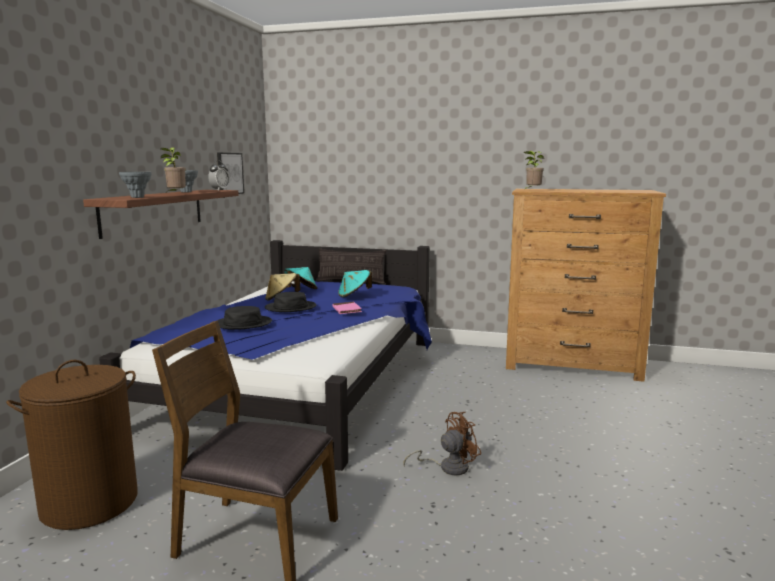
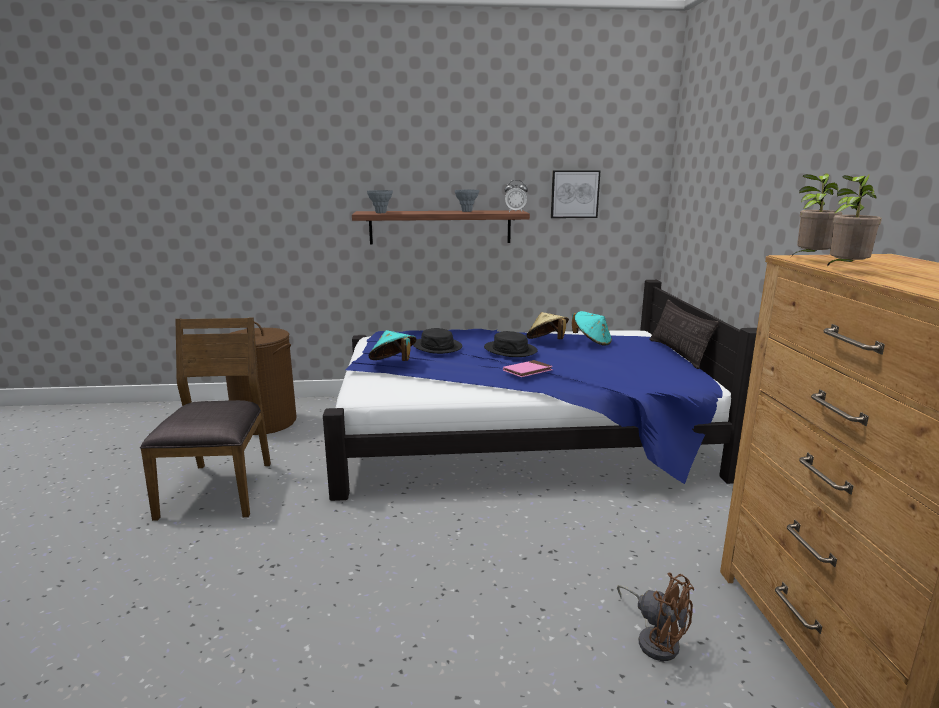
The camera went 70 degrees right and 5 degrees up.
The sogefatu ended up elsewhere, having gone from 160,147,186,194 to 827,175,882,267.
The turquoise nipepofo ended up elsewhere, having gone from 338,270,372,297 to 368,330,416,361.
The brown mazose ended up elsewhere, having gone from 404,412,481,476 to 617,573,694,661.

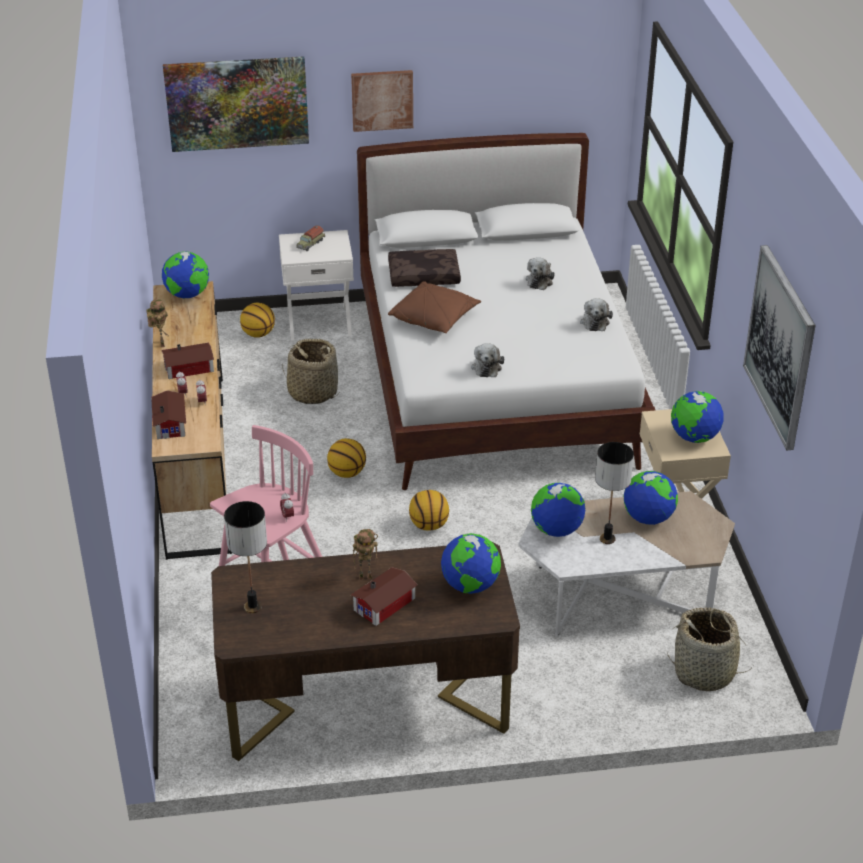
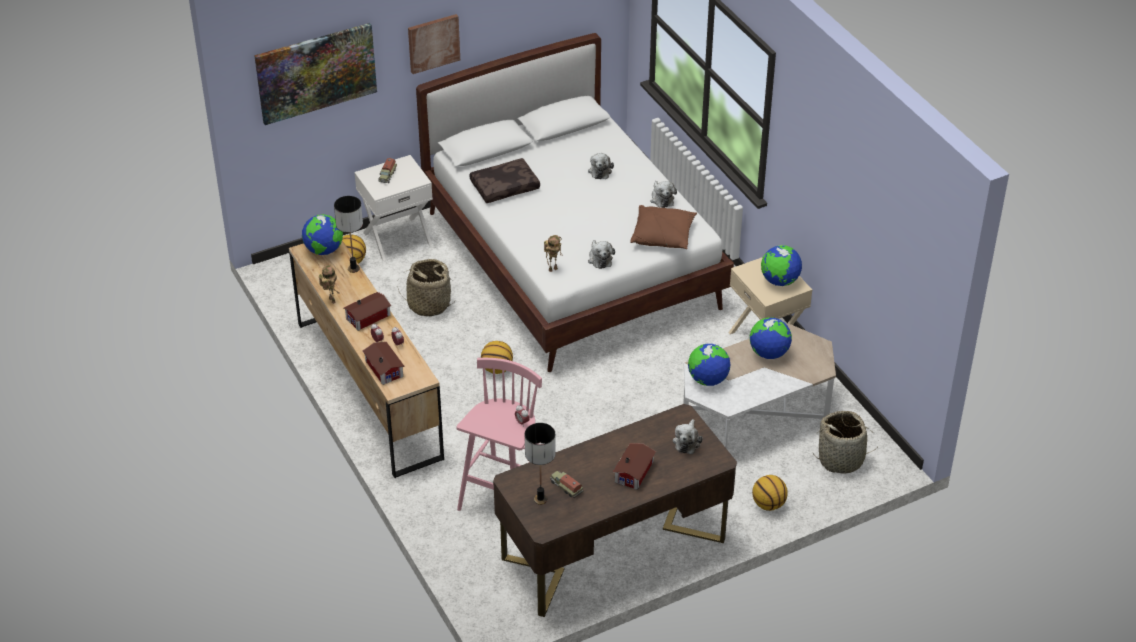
The camera went 20 degrees left and 5 degrees up.
The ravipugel ended up elsewhere, having gone from 353,529,378,580 to 544,235,562,272.
The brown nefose ended up elsewhere, having gone from 388,281,481,333 to 630,205,697,249.
The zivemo ended up elsewhere, having gone from 409,490,449,531 to 752,475,788,511.
Where the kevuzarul stood at 441,533,501,594, the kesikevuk came to stand at 673,419,703,454.
The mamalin ended up elsewhere, having gone from 595,442,634,544 to 334,196,363,273.
The second view lost the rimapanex at 743,245,816,451.
The second view gained the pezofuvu at 550,471,583,498.

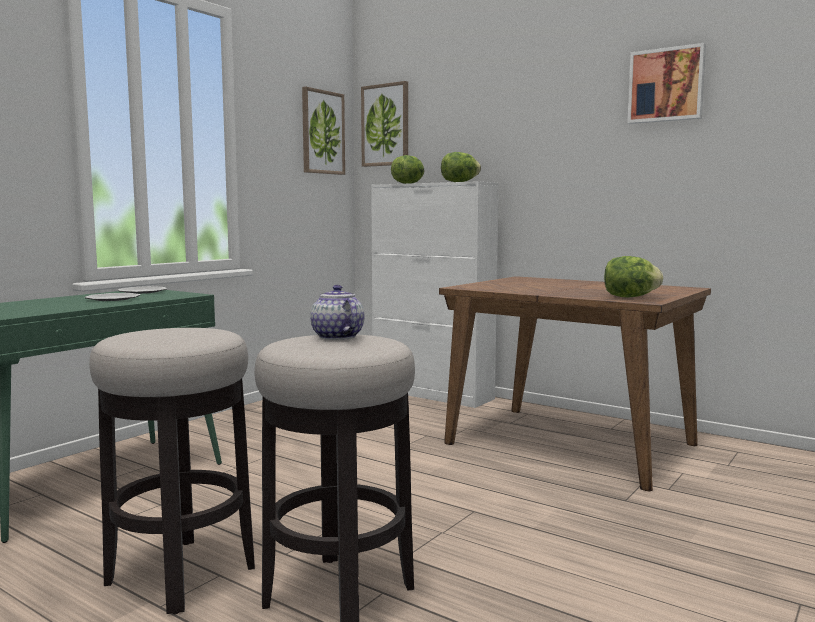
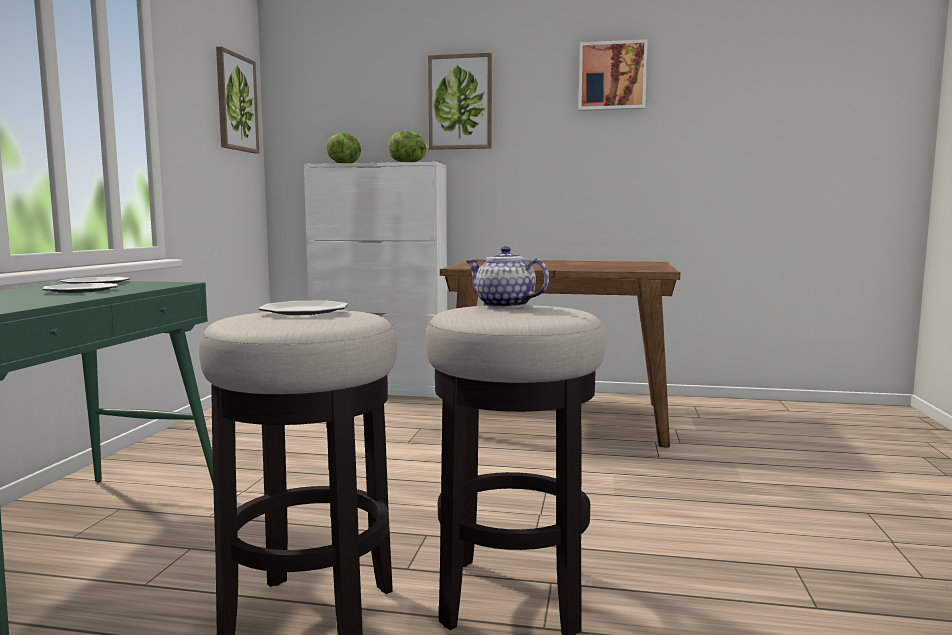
The camera went 25 degrees left and 0 degrees up.
The rimapanex ended up elsewhere, having gone from 361,81,408,167 to 428,53,492,150.
The second view lost the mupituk at 604,256,663,297.
The second view gained the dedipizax at 258,301,348,315.

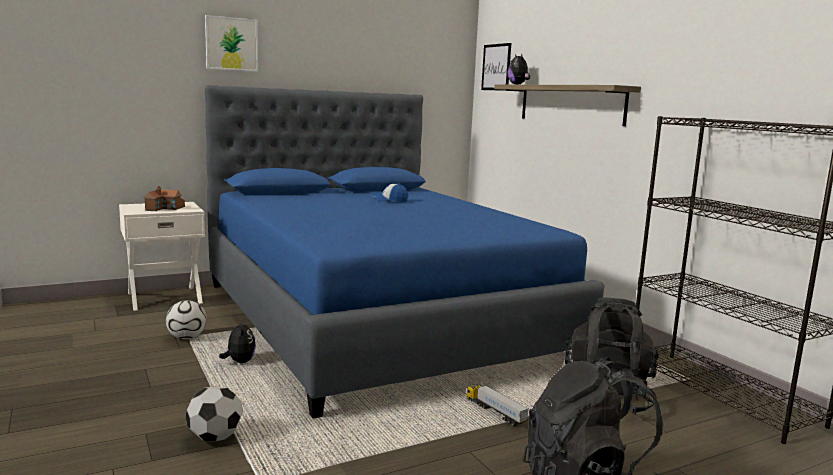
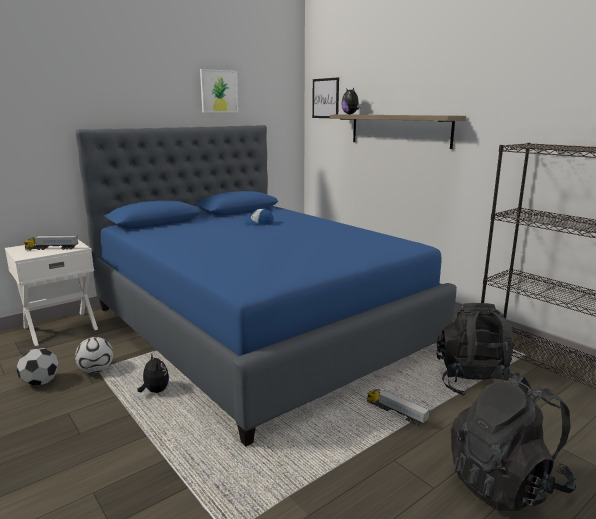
The camera went 10 degrees left and 5 degrees up.
Where the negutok stood at 143,186,185,211, the pezofuvu came to stand at 24,235,78,250.
The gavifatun ended up elsewhere, having gone from 185,387,243,441 to 16,348,59,386.
The rimapanex ended up elsewhere, having gone from 205,15,258,72 to 200,69,238,113.

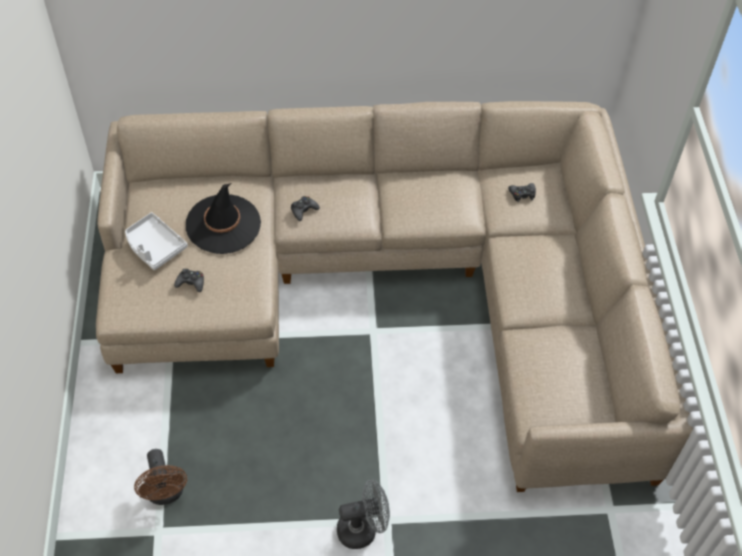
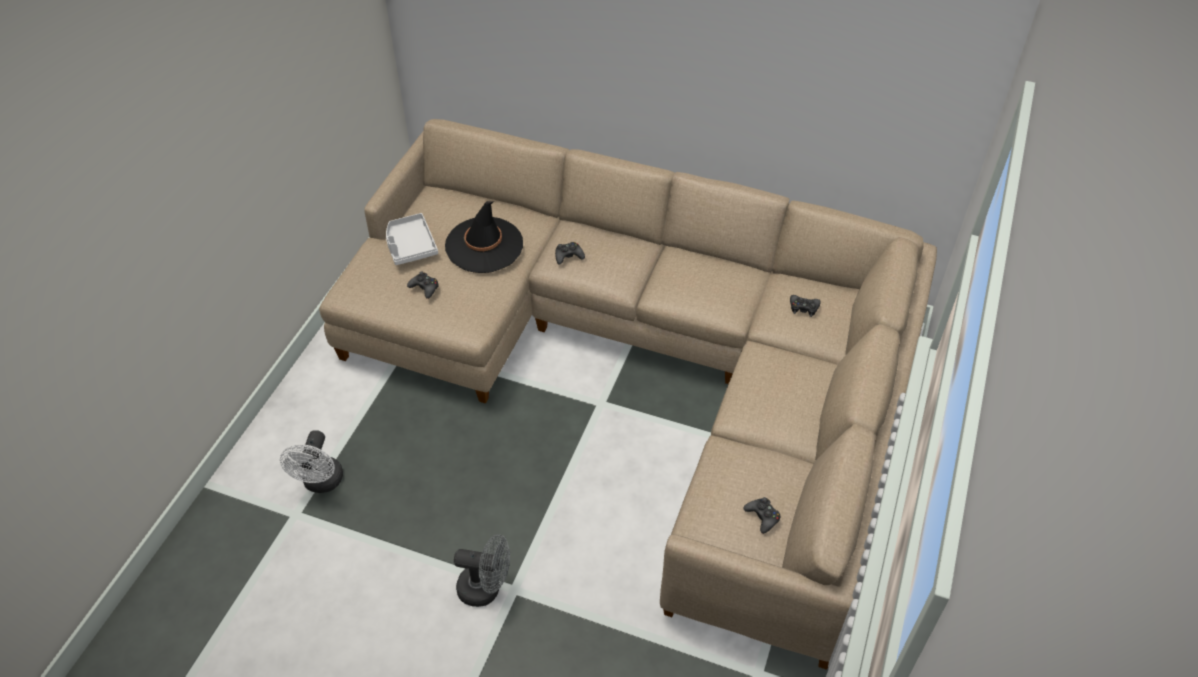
The camera went 25 degrees right and 5 degrees down.
What was the brown mazose at 134,449,187,505 turned into the white mazose at 280,430,343,493.
The second view gained the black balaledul at 743,497,780,534.

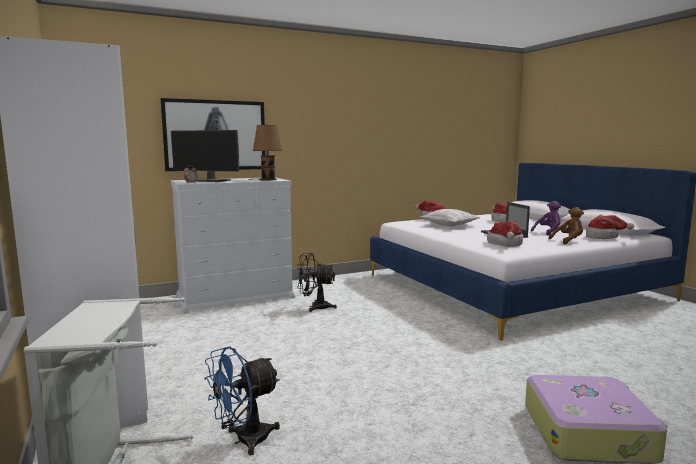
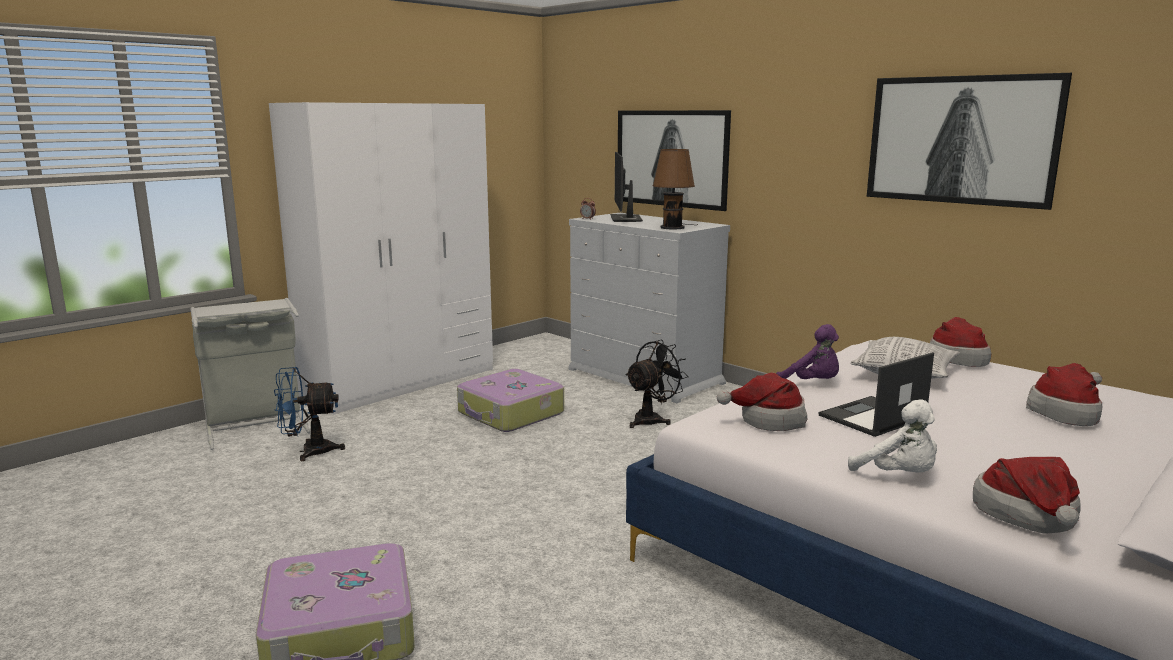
The camera went 70 degrees right and 5 degrees up.
The blue mazose at 204,346,280,455 ended up facing another way, 45 degrees counterclockwise from before.
The black mazose at 297,253,337,312 ended up facing another way, 60 degrees clockwise from before.
The purple kesikevuk ended up elsewhere, having gone from 531,201,561,235 to 776,324,839,379.
What was the brown kesikevuk at 548,207,584,245 turned into the white kesikevuk at 848,399,937,473.
The second view gained the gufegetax at 457,369,564,432.
The second view gained the rimapanex at 867,73,1072,210.

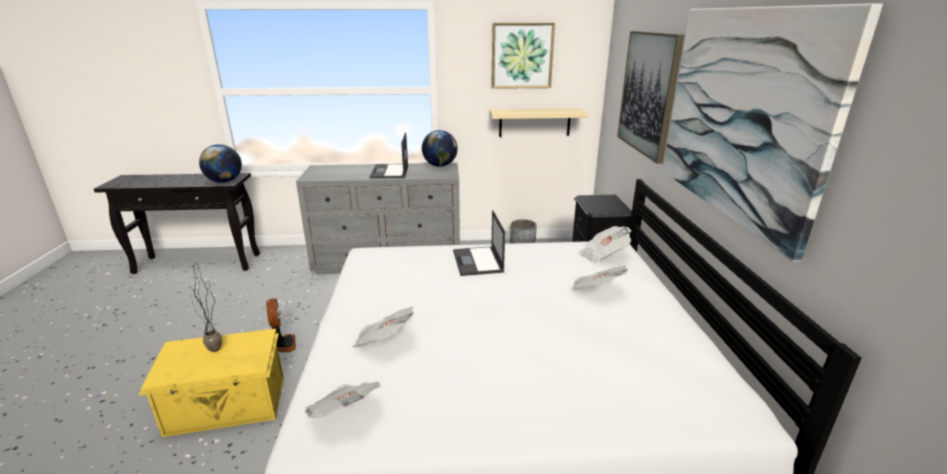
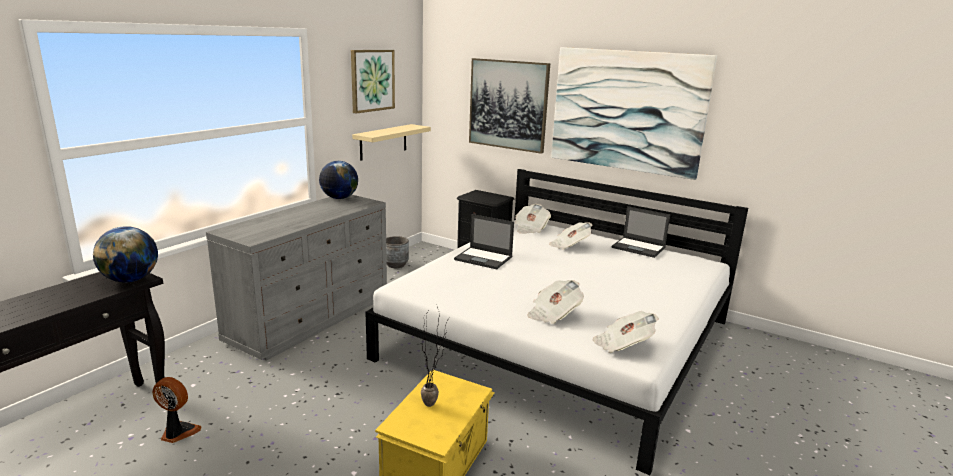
The camera went 55 degrees left and 5 degrees down.
The mazose ended up elsewhere, having gone from 266,298,296,352 to 152,377,202,443.
The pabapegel ended up elsewhere, having gone from 369,132,408,179 to 612,206,670,258.

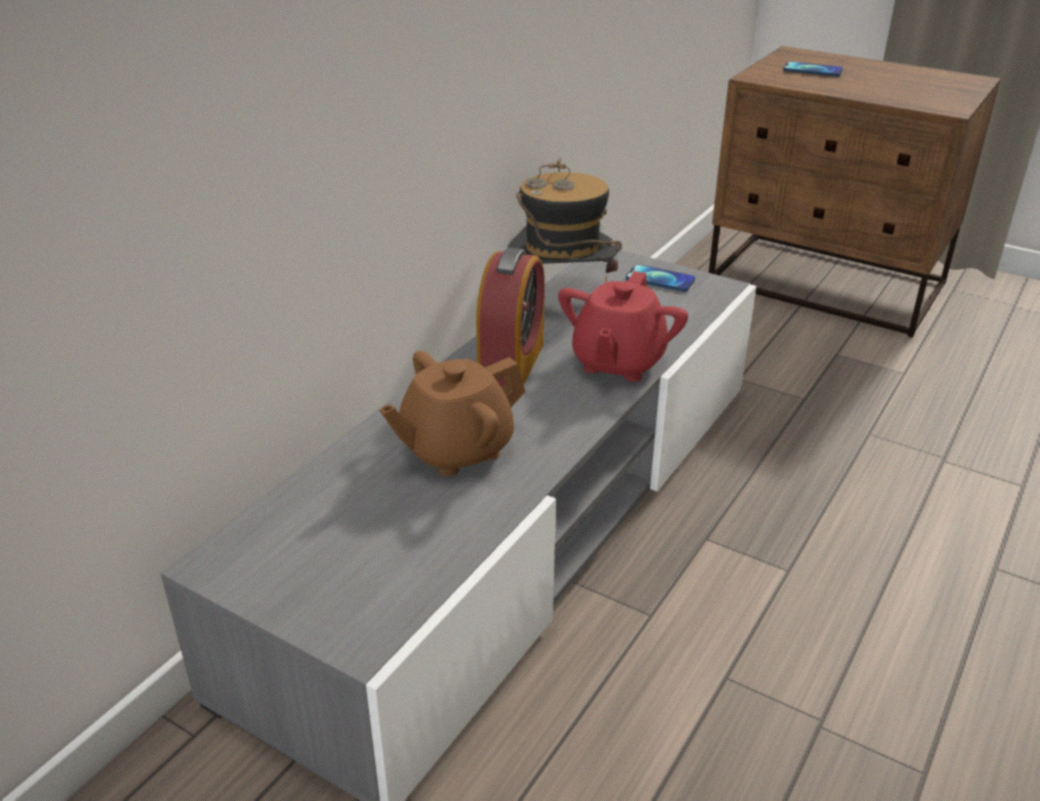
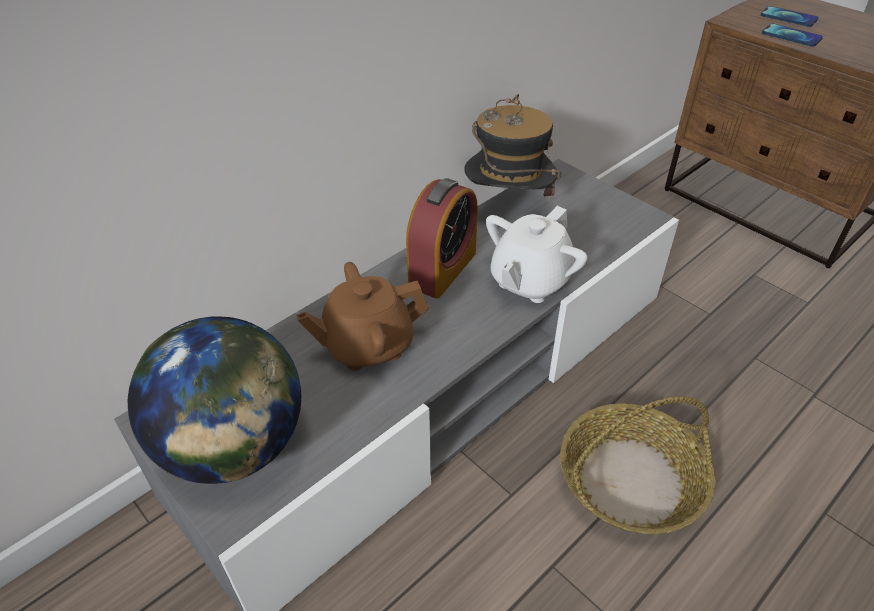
The camera went 15 degrees right and 10 degrees up.
What was the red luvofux at 558,271,688,382 turned into the white luvofux at 486,206,587,303.
The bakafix ended up elsewhere, having gone from 626,264,695,292 to 762,23,823,47.
The second view gained the kevuzarul at 128,316,301,484.
The second view gained the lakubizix at 560,396,715,534.

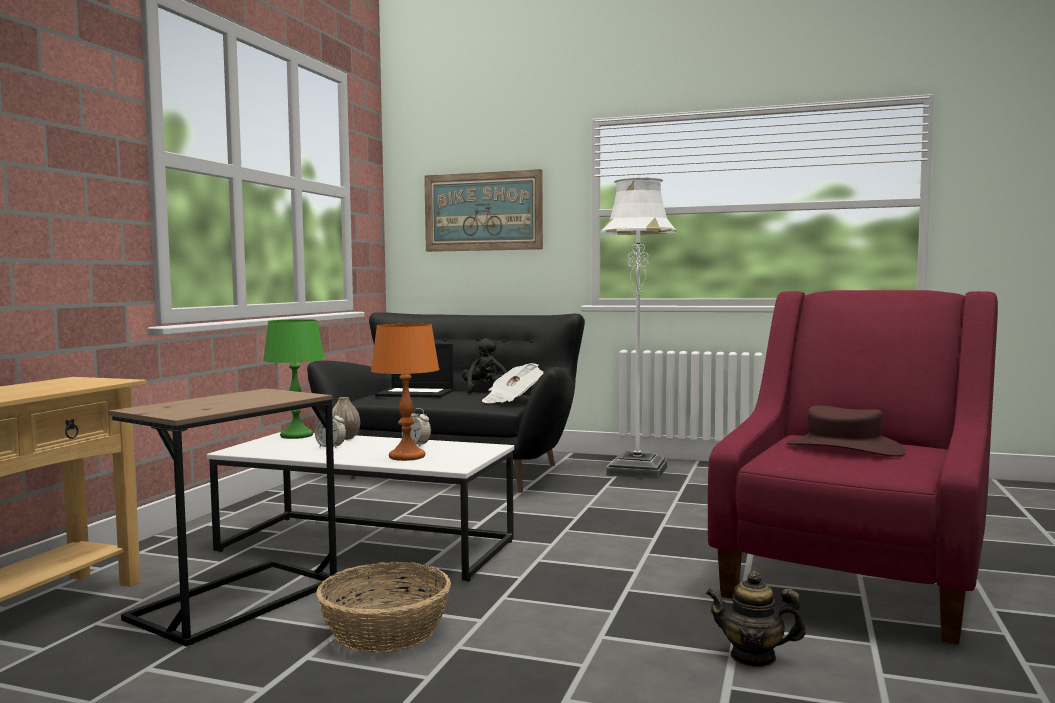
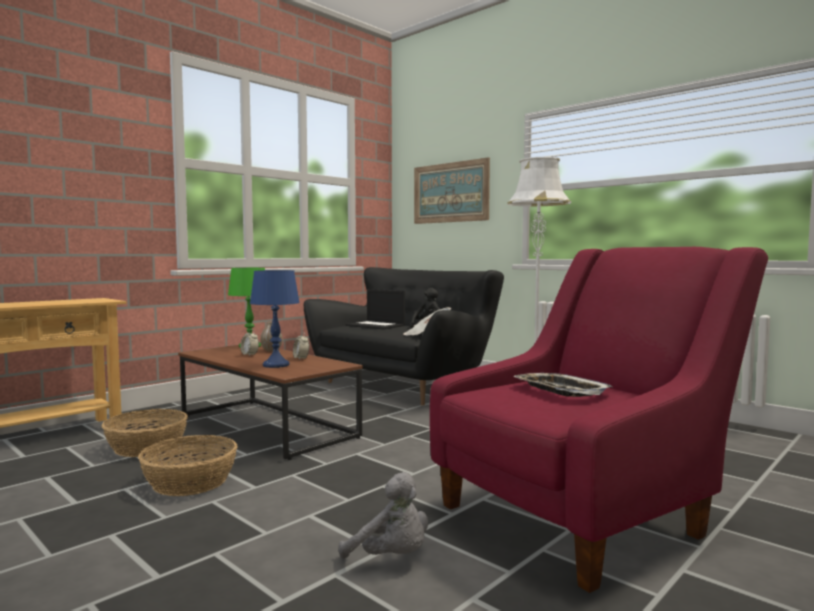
The camera went 25 degrees right and 0 degrees up.
Where the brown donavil stood at 109,388,337,647, the lakubizix came to stand at 102,409,188,457.
What was the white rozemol at 207,432,514,582 turned into the brown rozemol at 178,345,363,460.
What was the orange mamalin at 371,324,439,461 turned into the blue mamalin at 250,270,300,368.
Where the luvofux stood at 706,571,806,668, the grey kesikevuk came to stand at 338,472,428,559.
Where the brown nipepofo stood at 787,405,906,457, the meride came to stand at 514,373,612,397.

